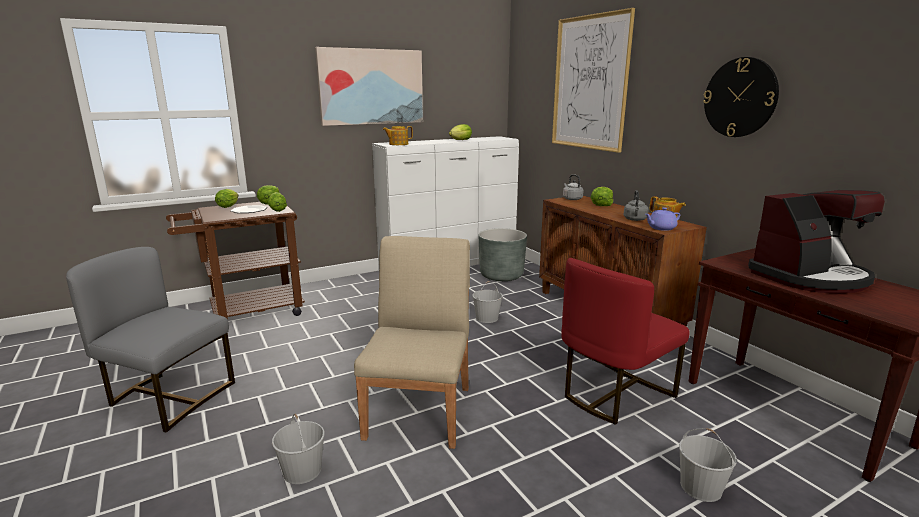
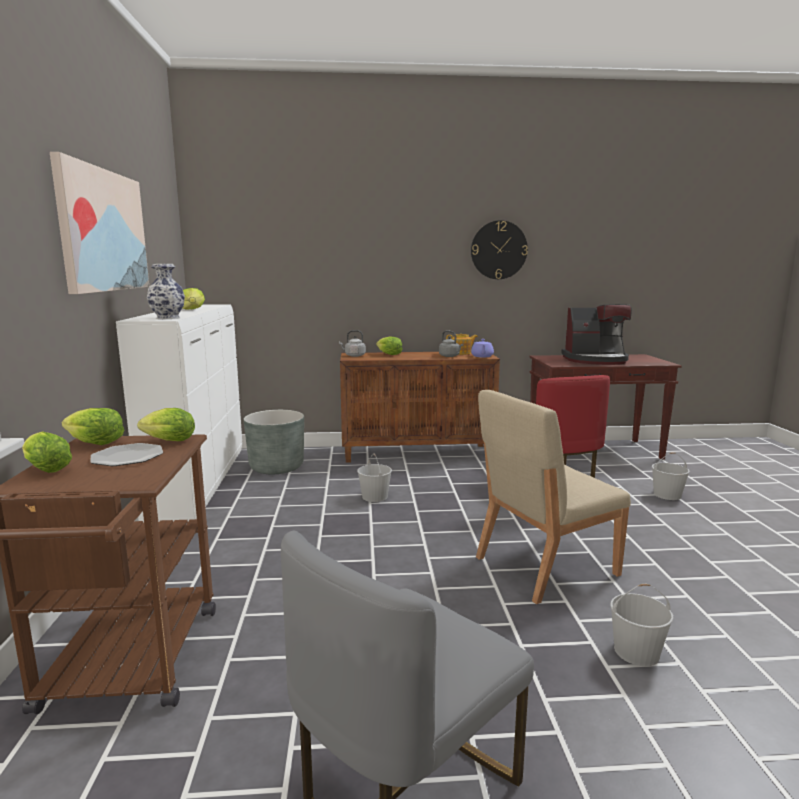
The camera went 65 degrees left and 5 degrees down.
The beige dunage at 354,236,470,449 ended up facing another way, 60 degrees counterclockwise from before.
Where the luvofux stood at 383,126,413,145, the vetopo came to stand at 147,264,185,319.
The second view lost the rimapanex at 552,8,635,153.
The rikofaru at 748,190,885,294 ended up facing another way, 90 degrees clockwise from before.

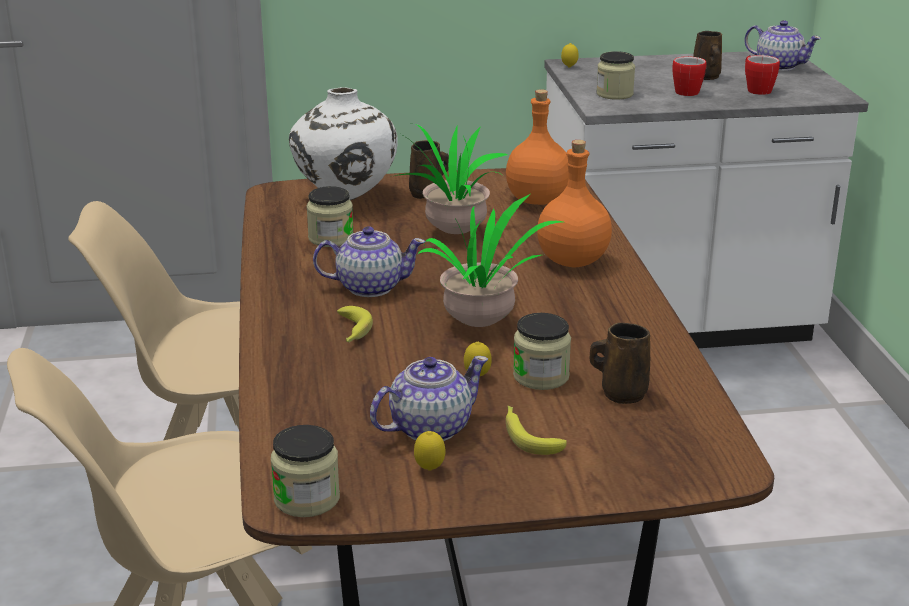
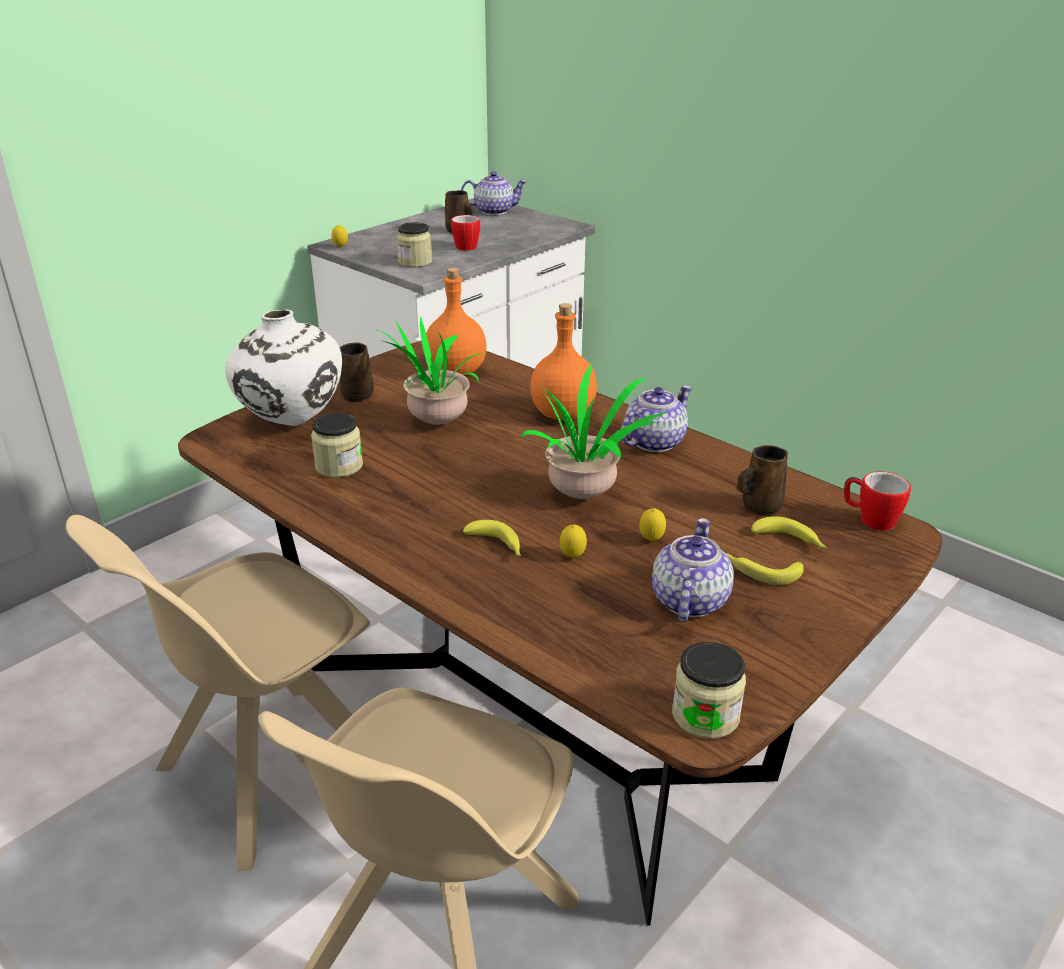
The camera went 40 degrees left and 5 degrees up.
The luvofux ended up elsewhere, having gone from 313,226,425,297 to 621,385,692,452.
The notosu ended up elsewhere, having gone from 414,431,446,471 to 560,525,587,558.
The second view lost the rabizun at 513,313,571,390.
The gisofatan ended up elsewhere, having gone from 745,55,780,95 to 844,471,911,531.
The second view gained the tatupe at 751,516,827,549.

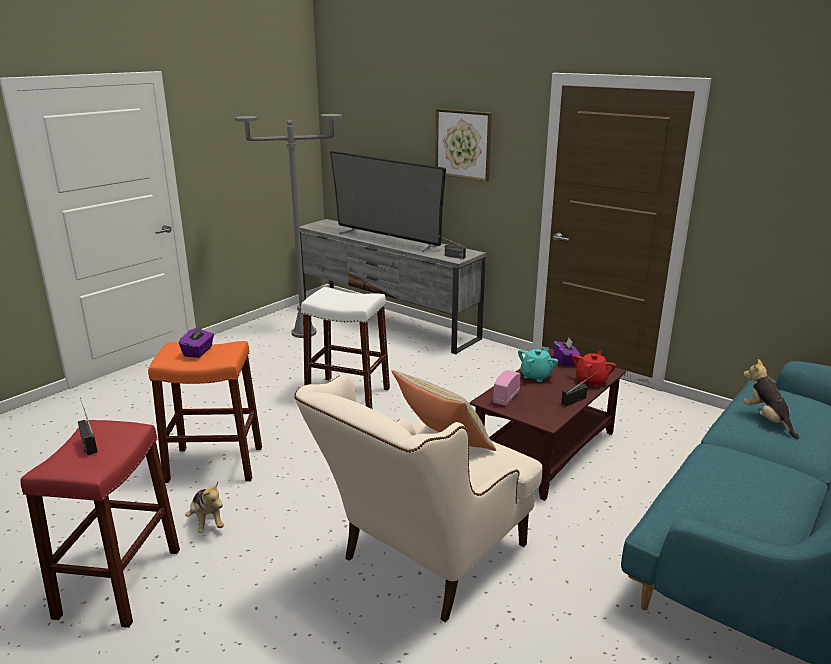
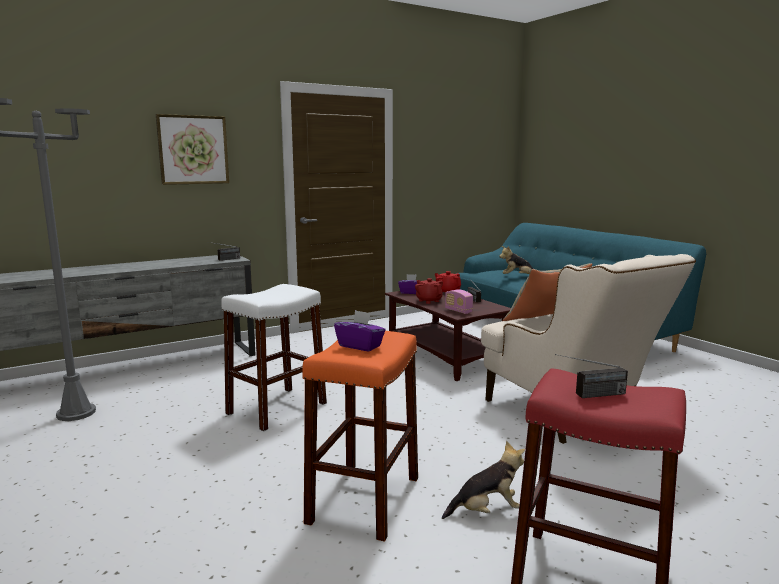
The camera went 70 degrees left and 10 degrees down.
The second view lost the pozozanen at 330,151,446,252.
What was the turquoise luvofux at 518,347,558,382 turned into the red luvofux at 415,278,443,304.

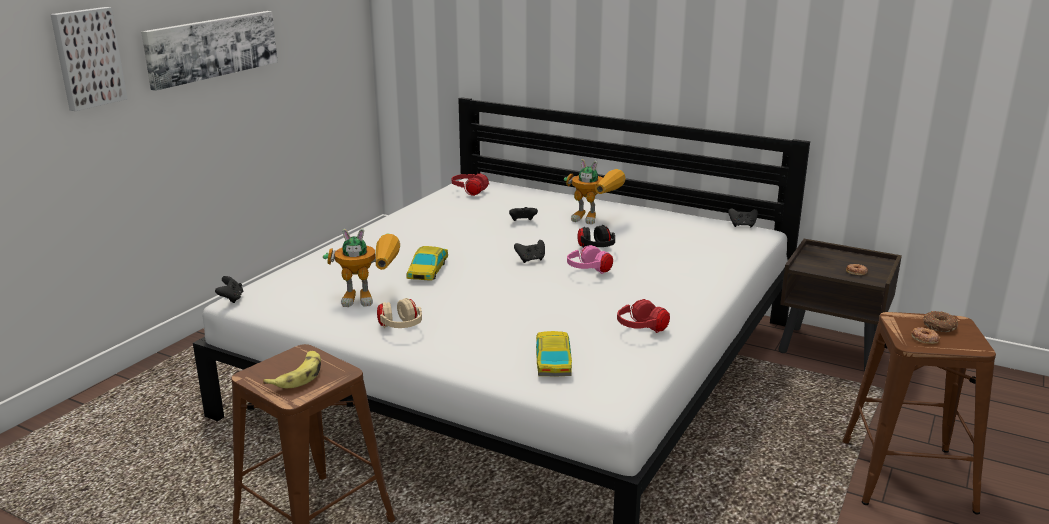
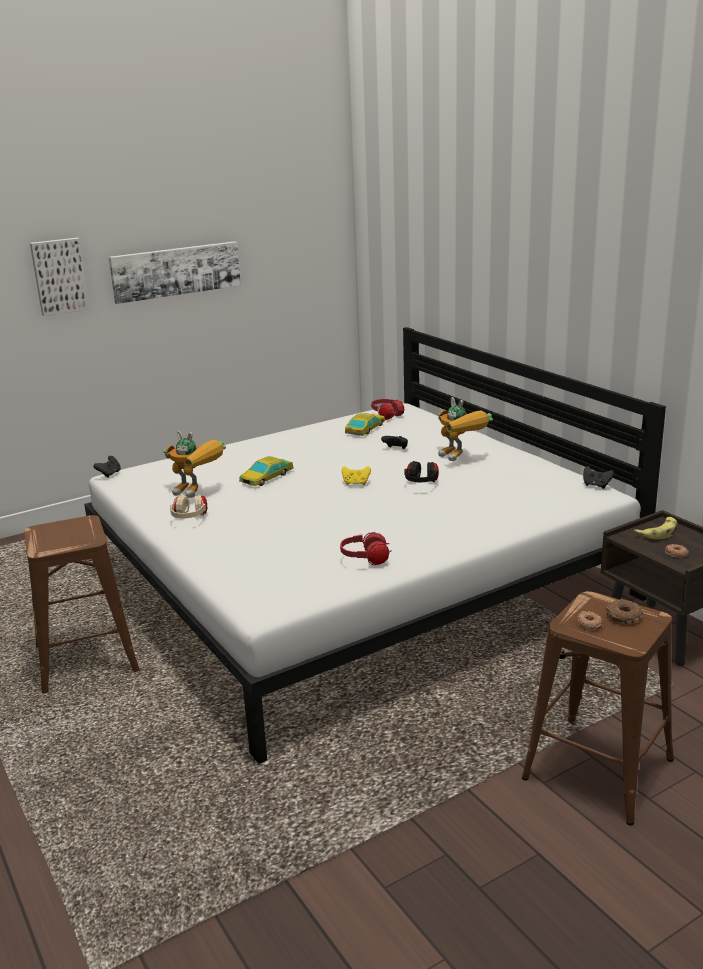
The camera went 30 degrees right and 0 degrees up.
The tatupe ended up elsewhere, having gone from 263,351,321,388 to 634,517,677,539.
What was the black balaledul at 514,240,545,263 turned into the yellow balaledul at 342,466,371,485.
The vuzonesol ended up elsewhere, having gone from 536,331,572,377 to 345,413,385,436.
The second view lost the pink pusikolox at 567,245,613,274.

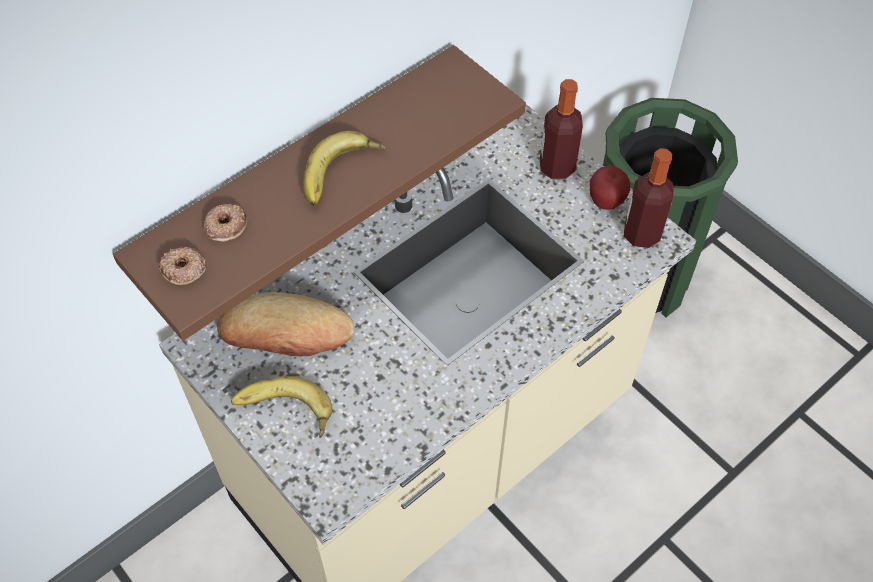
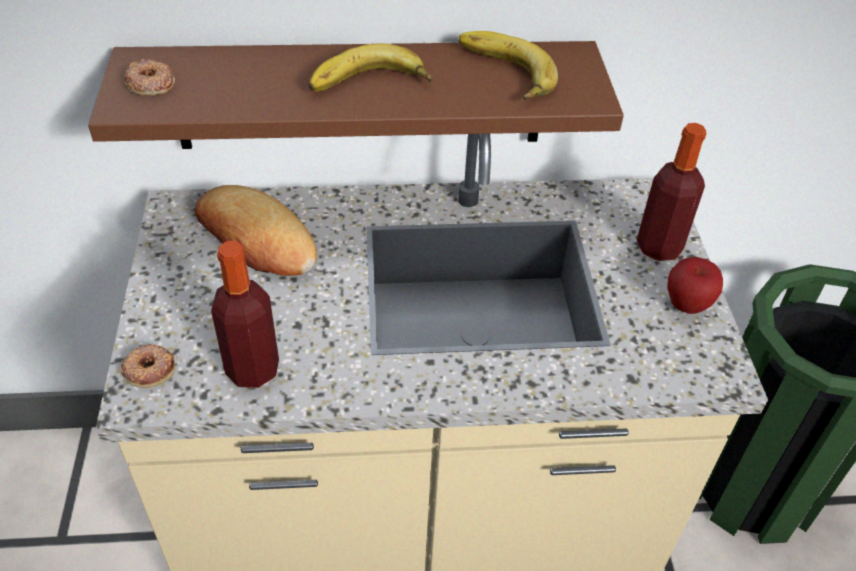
The camera went 35 degrees right and 10 degrees down.
The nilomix ended up elsewhere, having gone from 204,204,247,242 to 120,344,175,388.
The tatupe ended up elsewhere, having gone from 231,376,332,438 to 458,31,558,100.
The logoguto ended up elsewhere, having gone from 624,148,674,248 to 211,241,279,388.

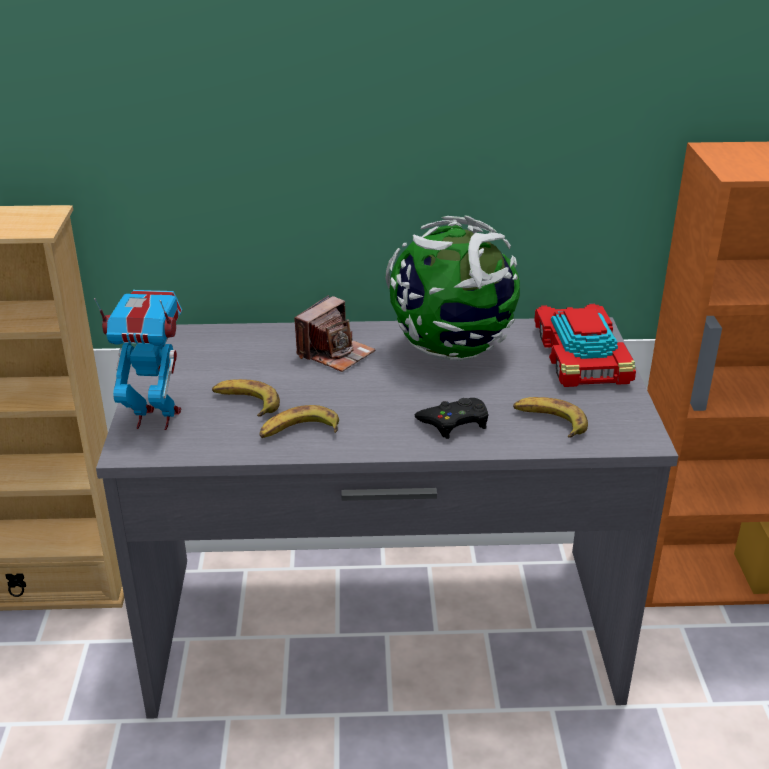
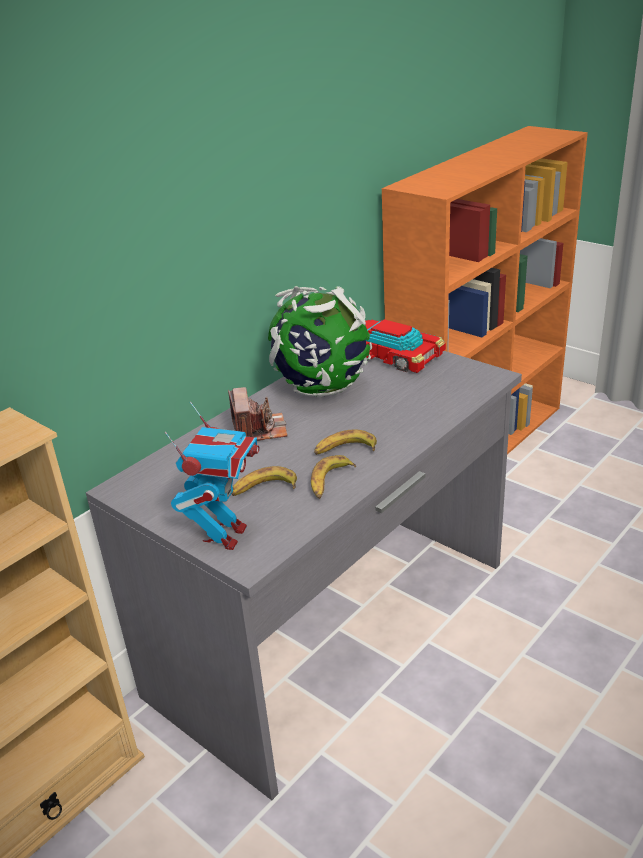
The camera went 45 degrees left and 0 degrees up.
The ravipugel at 94,290,182,430 ended up facing another way, 150 degrees clockwise from before.
The second view lost the black balaledul at 415,398,488,439.
The tatupe ended up elsewhere, having gone from 513,397,588,438 to 314,430,377,455.

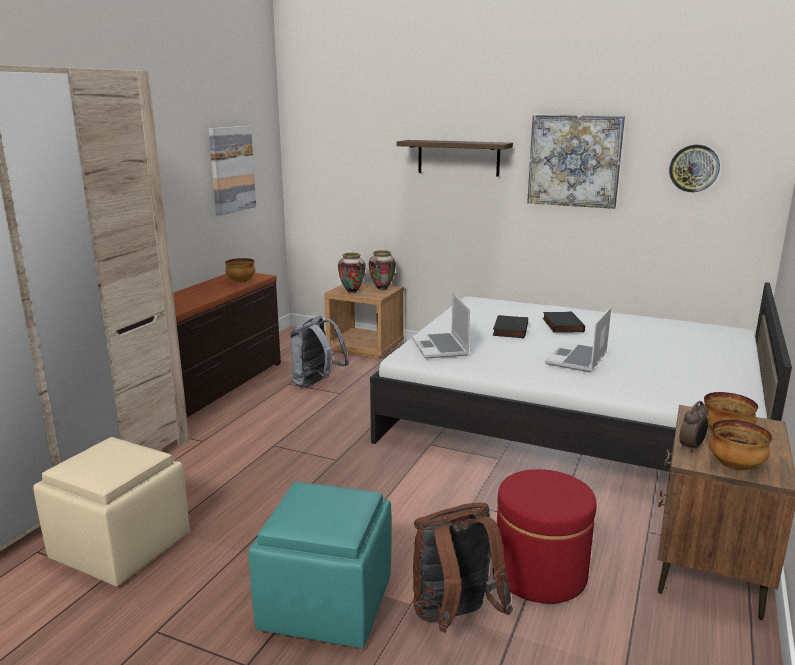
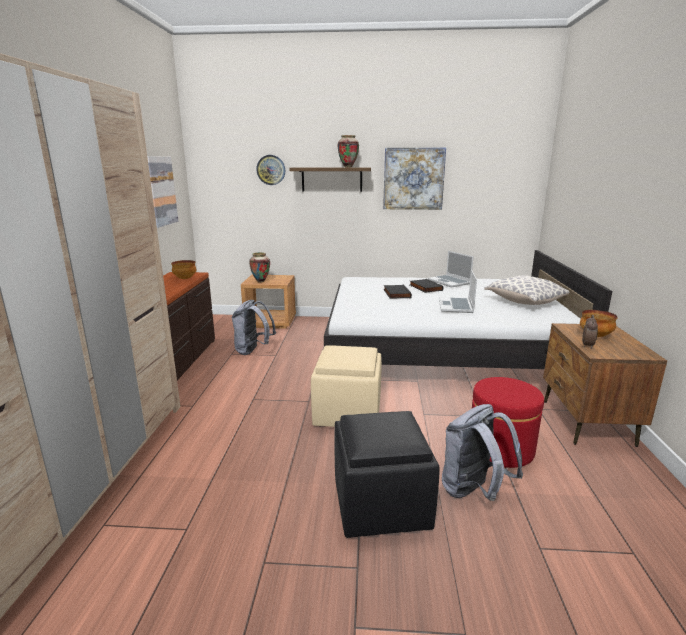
The camera went 20 degrees left and 0 degrees up.
The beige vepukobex ended up elsewhere, having gone from 33,437,190,586 to 311,345,382,427.
What was the turquoise vepukobex at 248,482,392,649 turned into the black vepukobex at 334,411,440,538.
The vetopo ended up elsewhere, having gone from 369,250,396,290 to 337,135,359,167.
The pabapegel ended up elsewhere, having gone from 412,293,470,359 to 428,251,474,288.
What was the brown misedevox at 413,502,513,633 turned into the grey misedevox at 442,404,523,501.
The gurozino ended up elsewhere, having gone from 669,145,720,192 to 256,155,285,185.
The second view lost the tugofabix at 709,420,772,470.
The second view gained the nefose at 484,275,569,305.

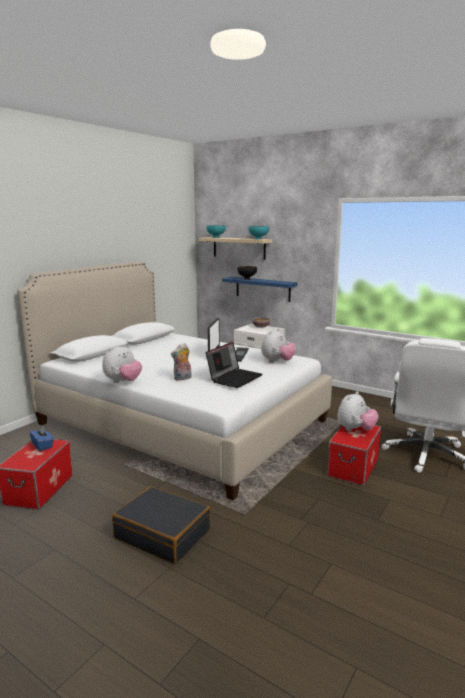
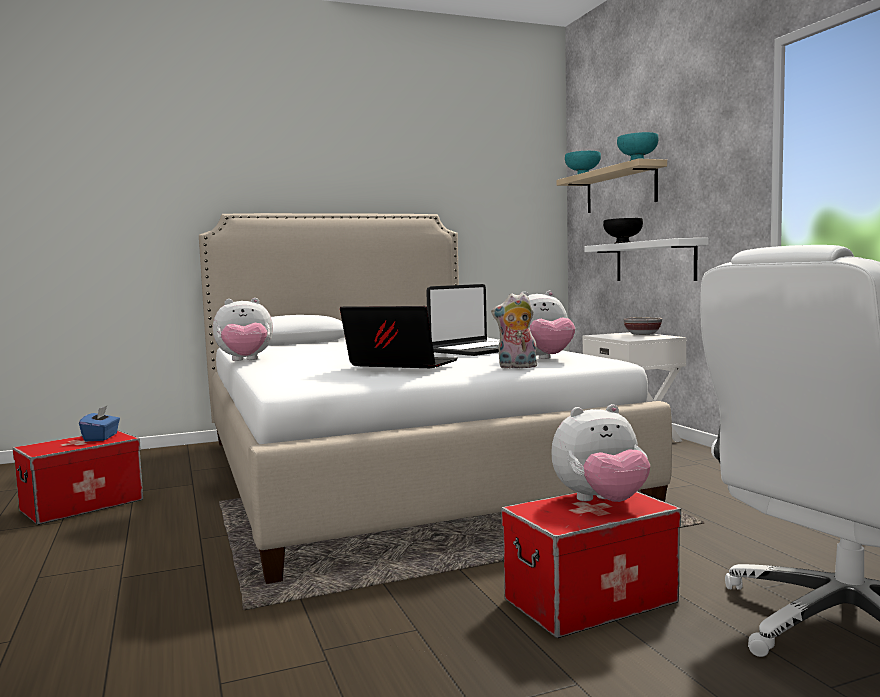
The camera went 35 degrees right and 10 degrees down.
The second view lost the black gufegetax at 112,486,211,564.
The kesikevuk ended up elsewhere, having gone from 171,343,191,381 to 491,293,537,368.
The pabapegel at 206,342,263,388 ended up facing another way, 135 degrees counterclockwise from before.
What was the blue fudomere at 222,277,298,302 turned into the white fudomere at 584,238,708,281.

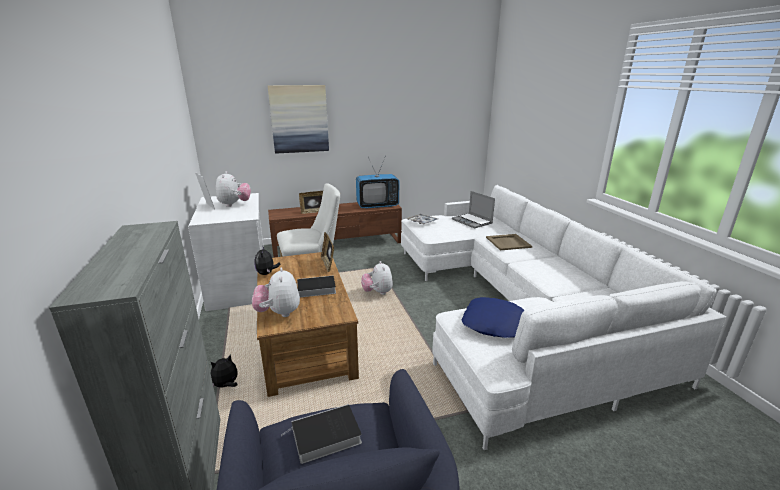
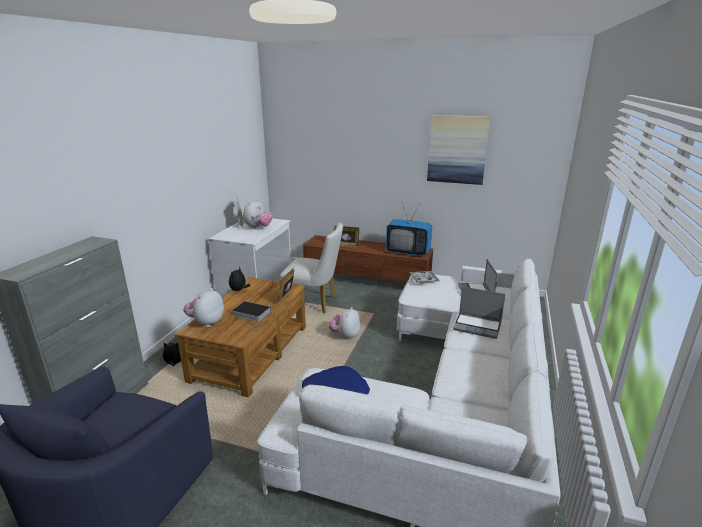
The camera went 35 degrees right and 0 degrees up.
The rimapanex ended up elsewhere, having gone from 268,85,329,153 to 427,115,490,185.
The second view lost the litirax at 281,404,362,464.
Where the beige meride stood at 486,234,532,250, the pabapegel came to stand at 453,286,505,339.

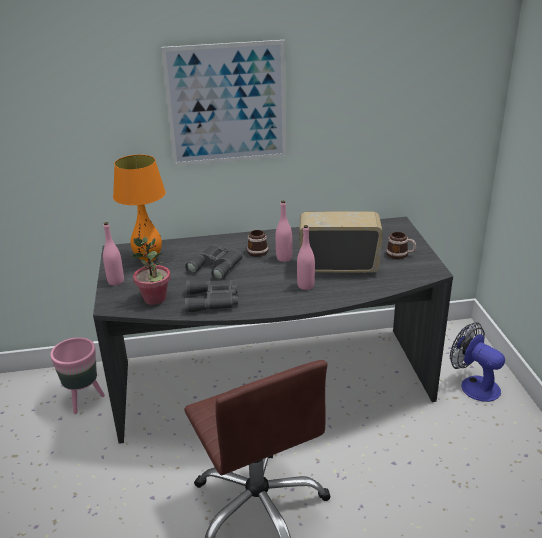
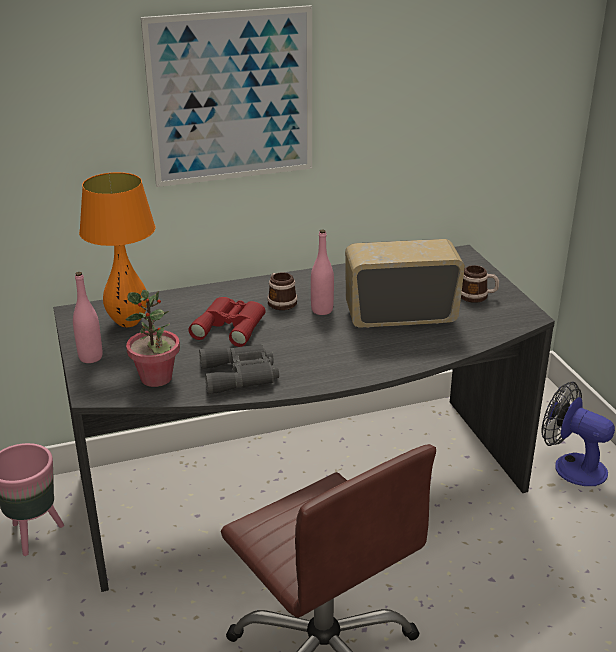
The camera went 10 degrees left and 0 degrees up.
What was the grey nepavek at 185,245,243,281 turned into the red nepavek at 189,297,266,347.
The second view lost the pink logoguto at 297,225,315,290.

